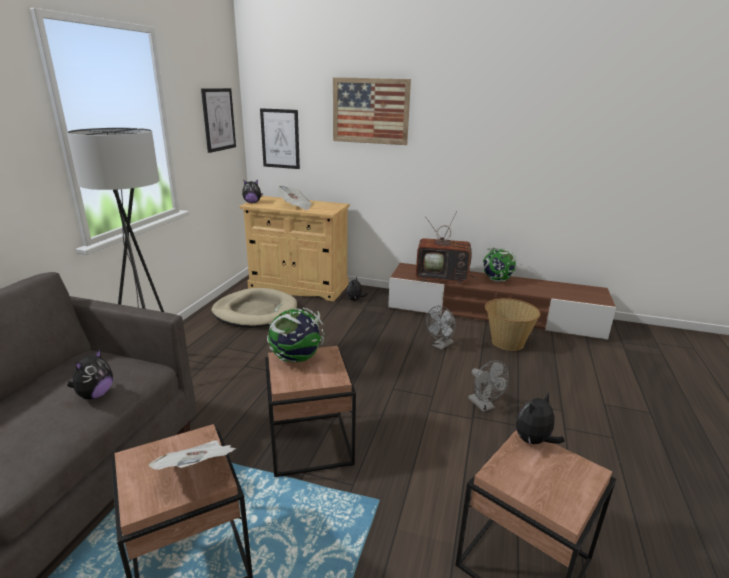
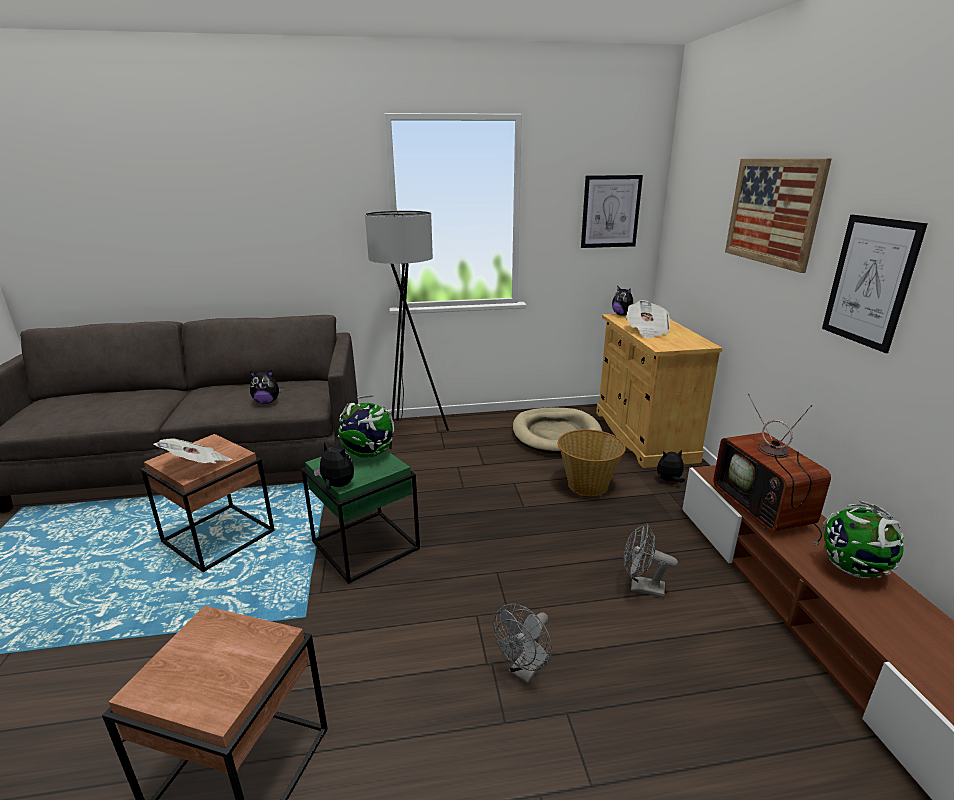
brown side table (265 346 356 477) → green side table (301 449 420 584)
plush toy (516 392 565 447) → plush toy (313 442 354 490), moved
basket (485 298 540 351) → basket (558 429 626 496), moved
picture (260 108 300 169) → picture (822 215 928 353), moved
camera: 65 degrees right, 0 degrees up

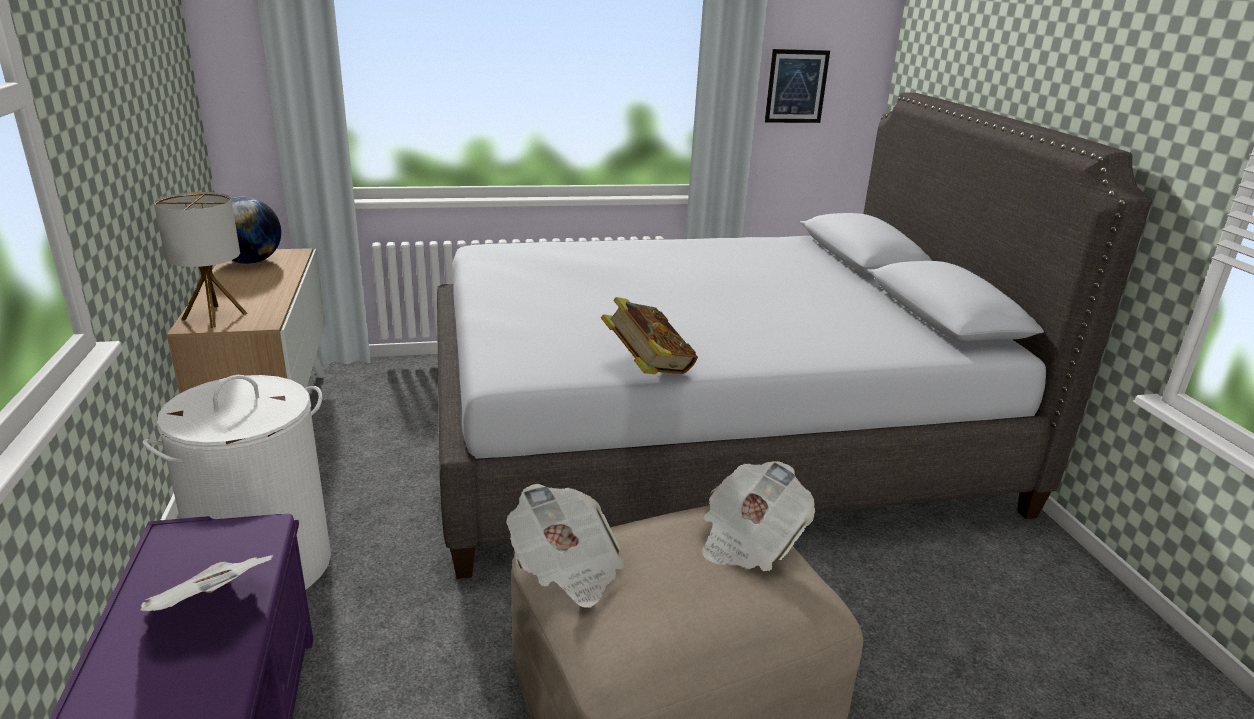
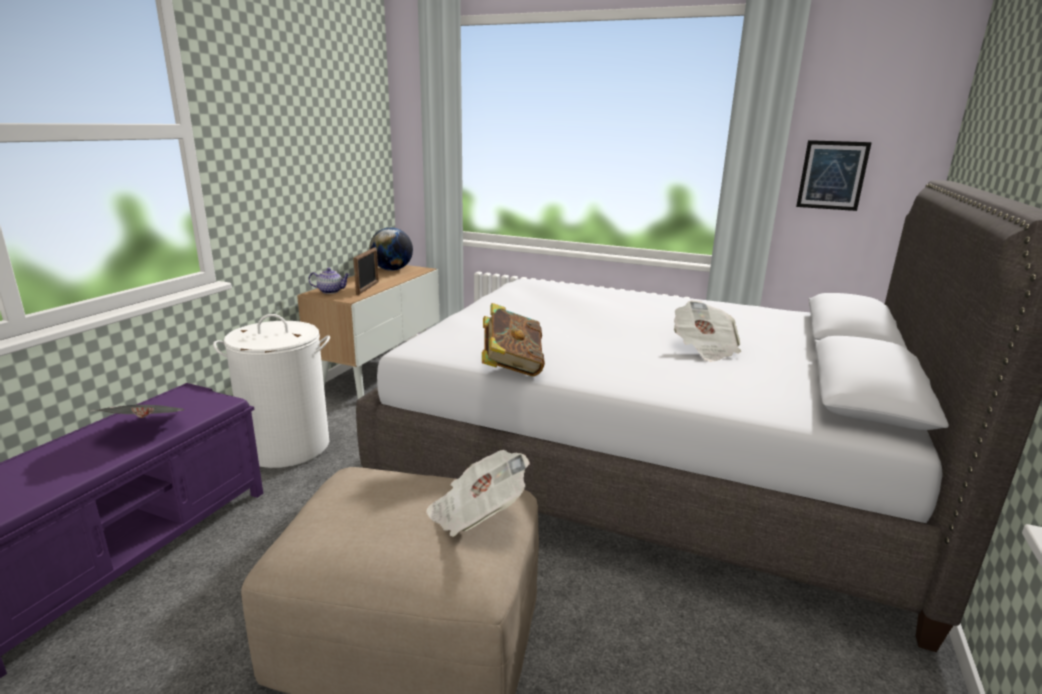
table lamp (154 192 248 328) → teapot (308 268 350 294)
- → picture frame (353 248 379 295)
newspaper (506 484 626 608) → newspaper (674 300 741 362), moved
camera: 35 degrees right, 5 degrees down

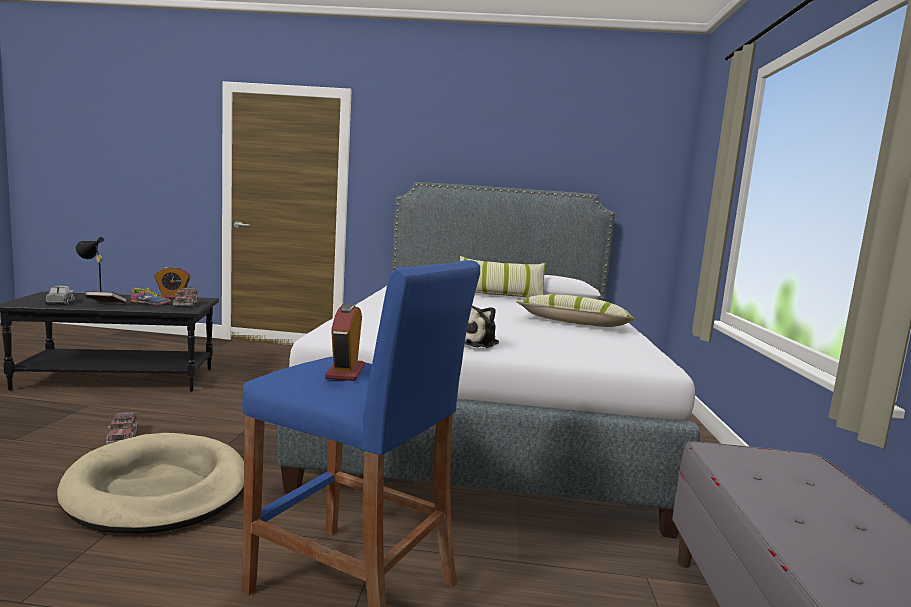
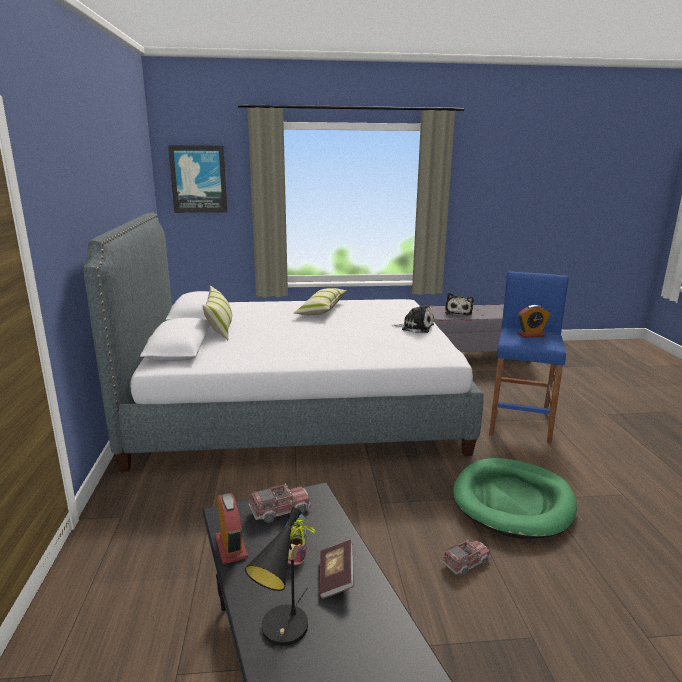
- → picture (168 145 228 213)
- → plush toy (445 293 474 316)
beige dog bed (57 433 244 534) → green dog bed (453 458 577 539)
toy truck (46 286 75 304) → -
camera: 100 degrees left, 10 degrees up

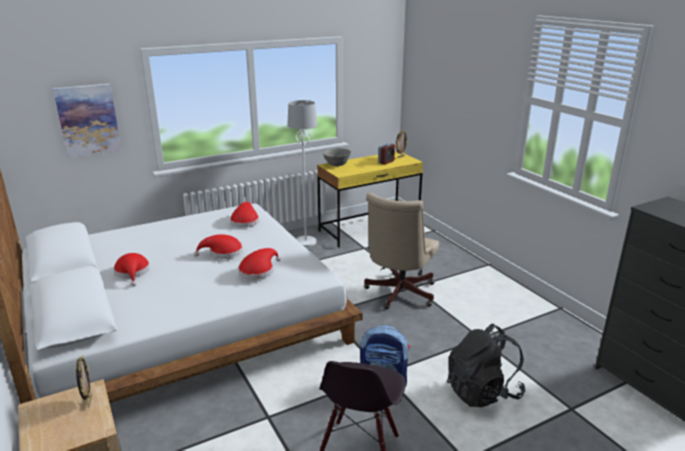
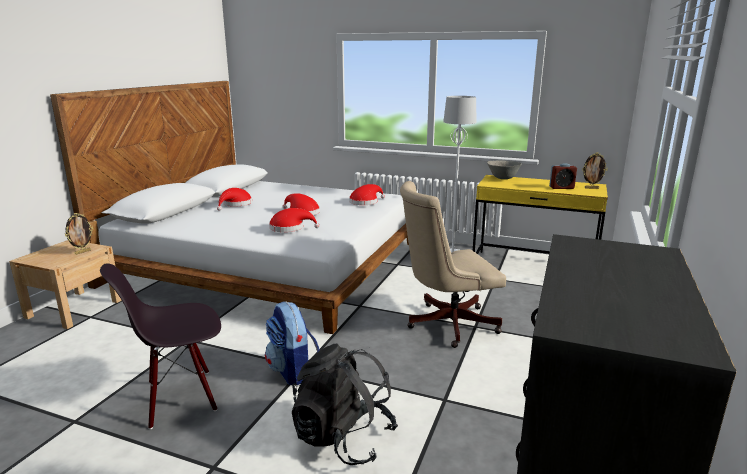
picture (53 84 122 158) → -
camera: 50 degrees right, 5 degrees down

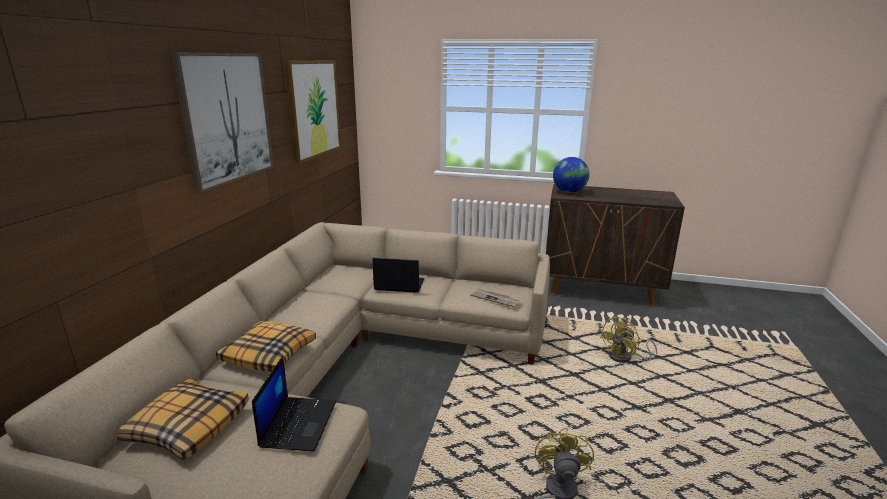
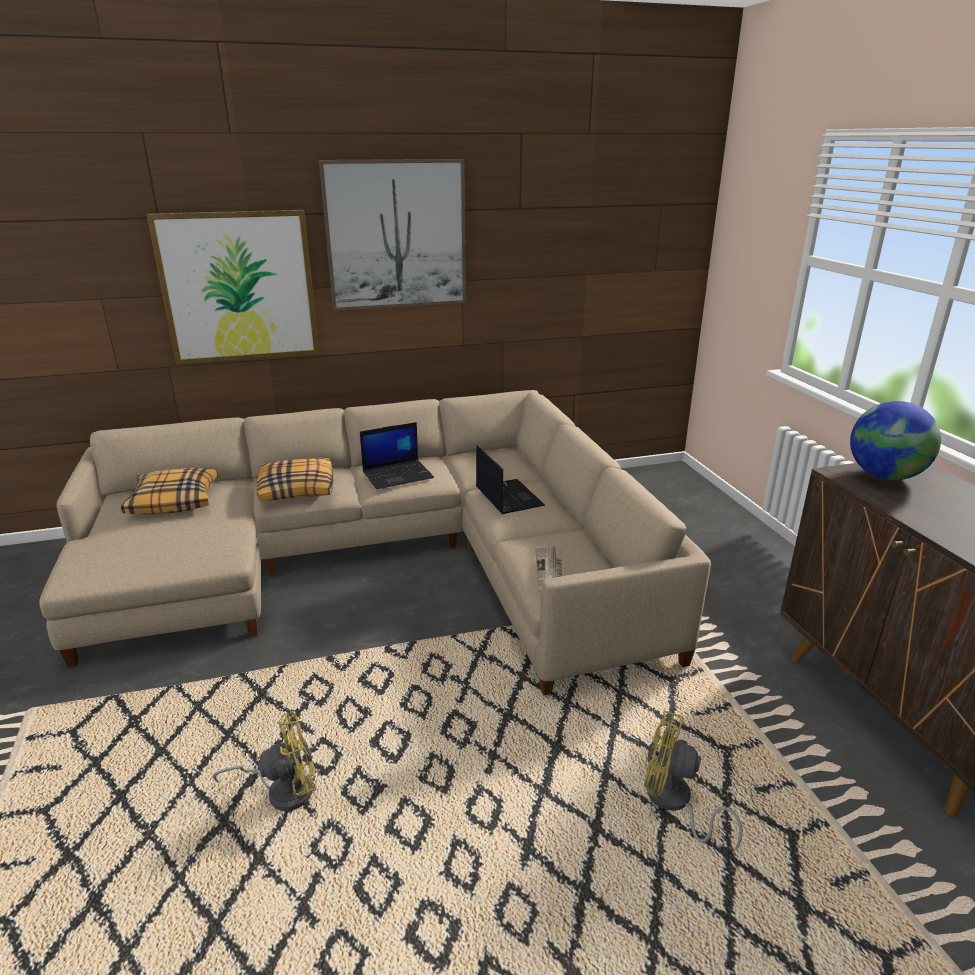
picture (285 60 341 164) → picture (147 210 319 364), moved
laptop (252 356 336 451) → laptop (360 422 434 489), moved
camera: 60 degrees right, 5 degrees up

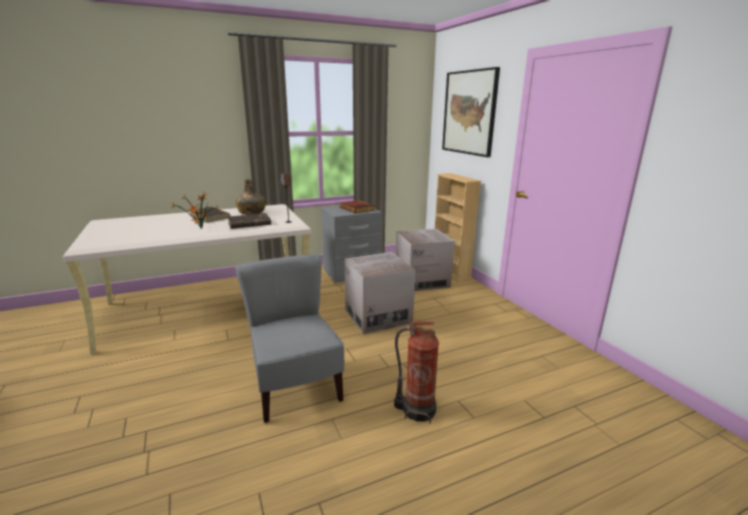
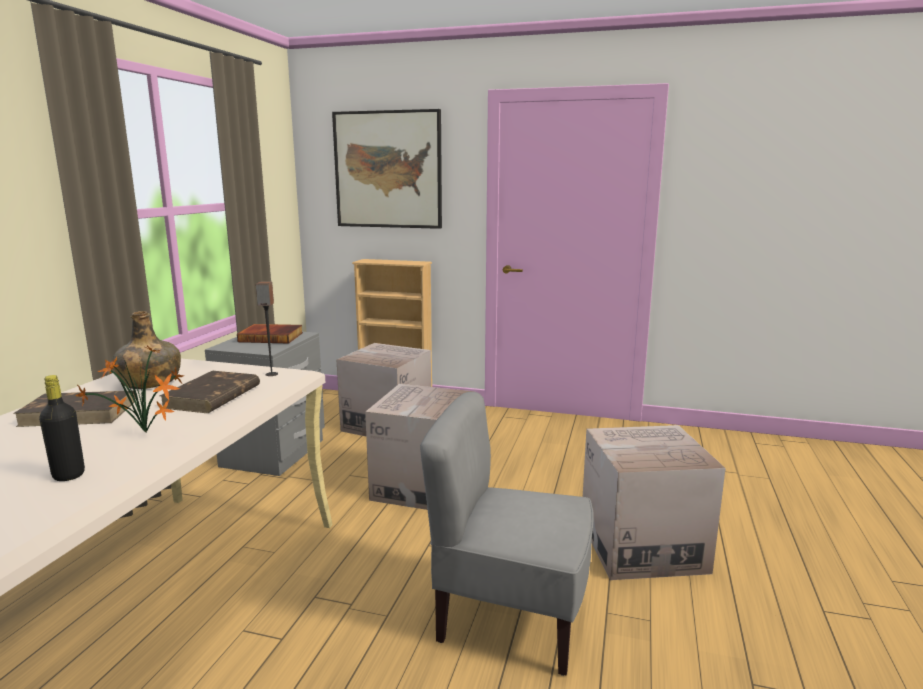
- → black bottle (39 375 85 481)
fire extinguisher (394 321 439 423) → cardboard box (583 425 726 580)
camera: 50 degrees left, 5 degrees down

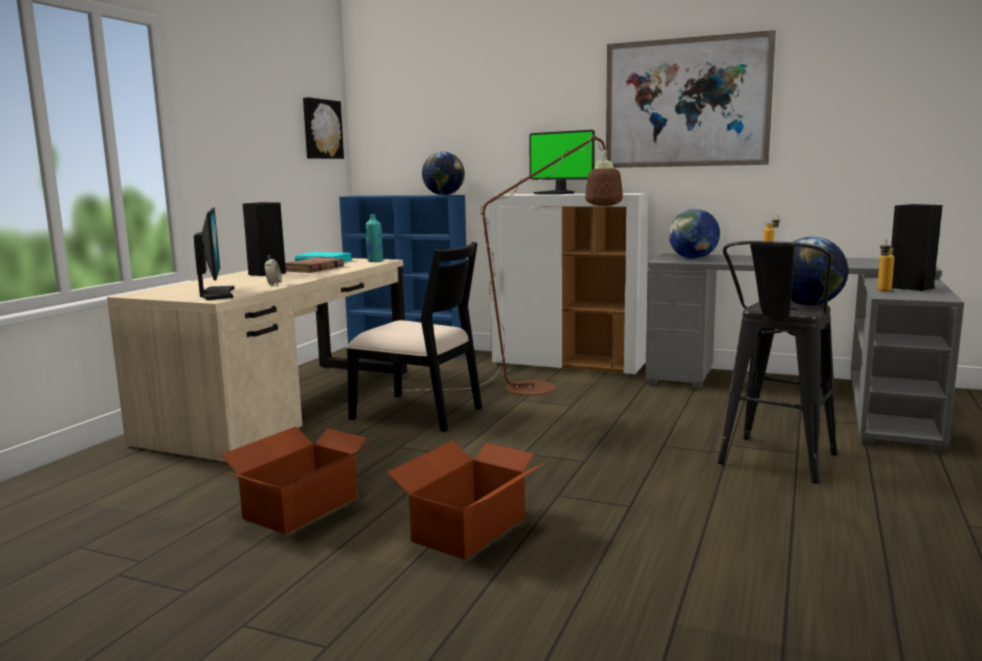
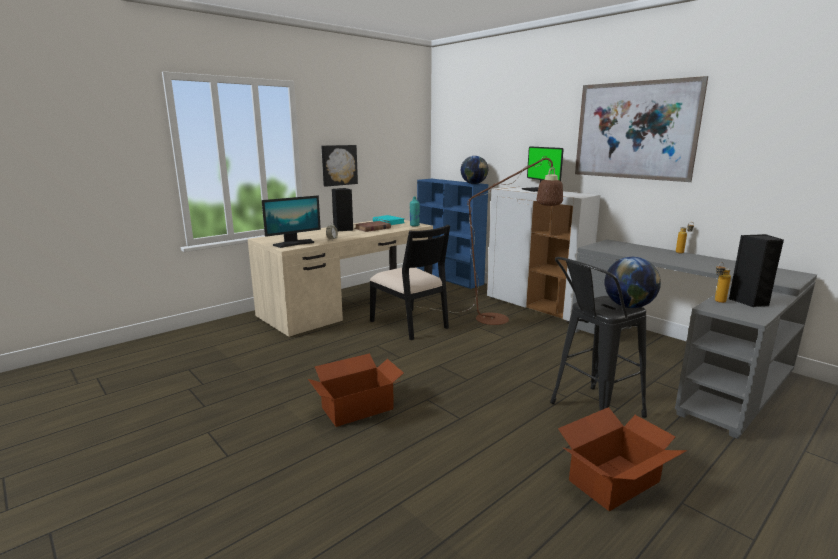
monitor (194 207 234 300) → monitor (262 195 321 248), 45 degrees clockwise
picture (303 97 344 159) → picture (321 145 358 187), moved
cardboard box (220 426 373 534) → cardboard box (558 407 687 511), moved
globe (669 209 720 259) → -
camera: 25 degrees right, 5 degrees up

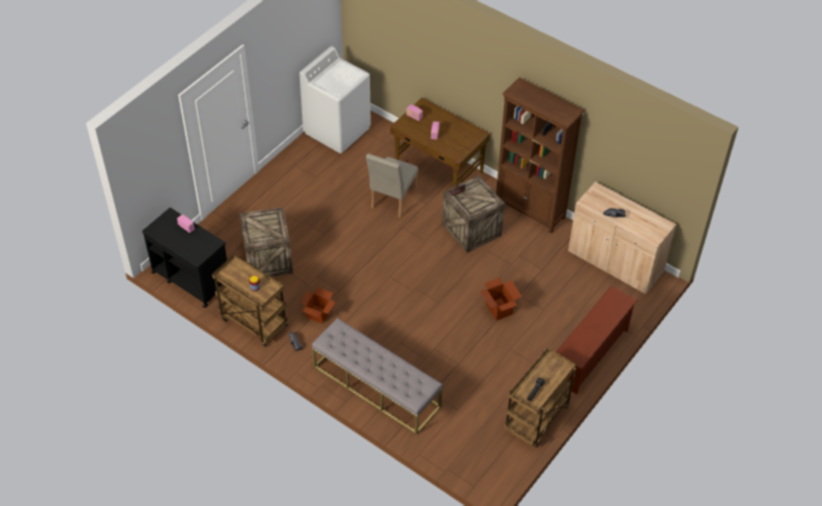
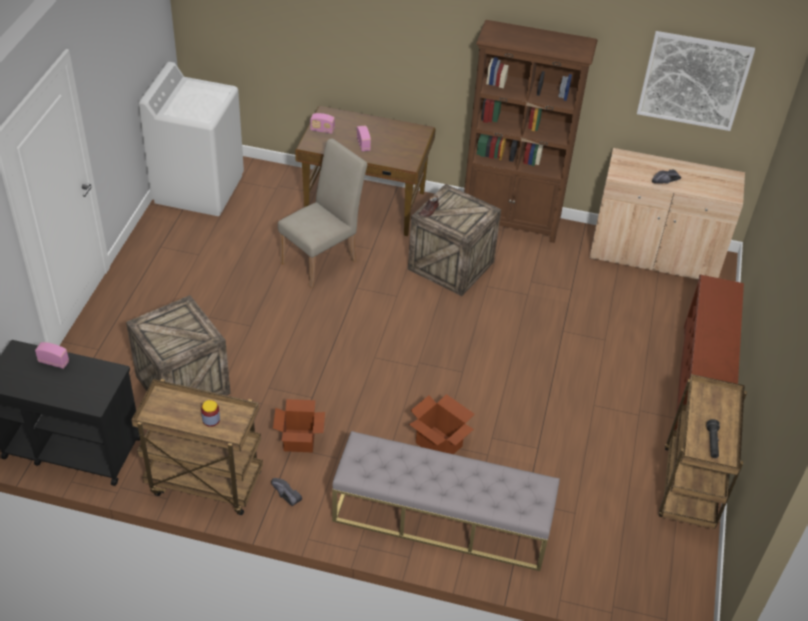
beige chair (366 153 418 218) → beige chair (278 139 368 288), 135 degrees counterclockwise
cardboard box (480 278 522 321) → cardboard box (409 394 474 454), moved
- → picture (637 31 755 131)
camera: 25 degrees left, 5 degrees down

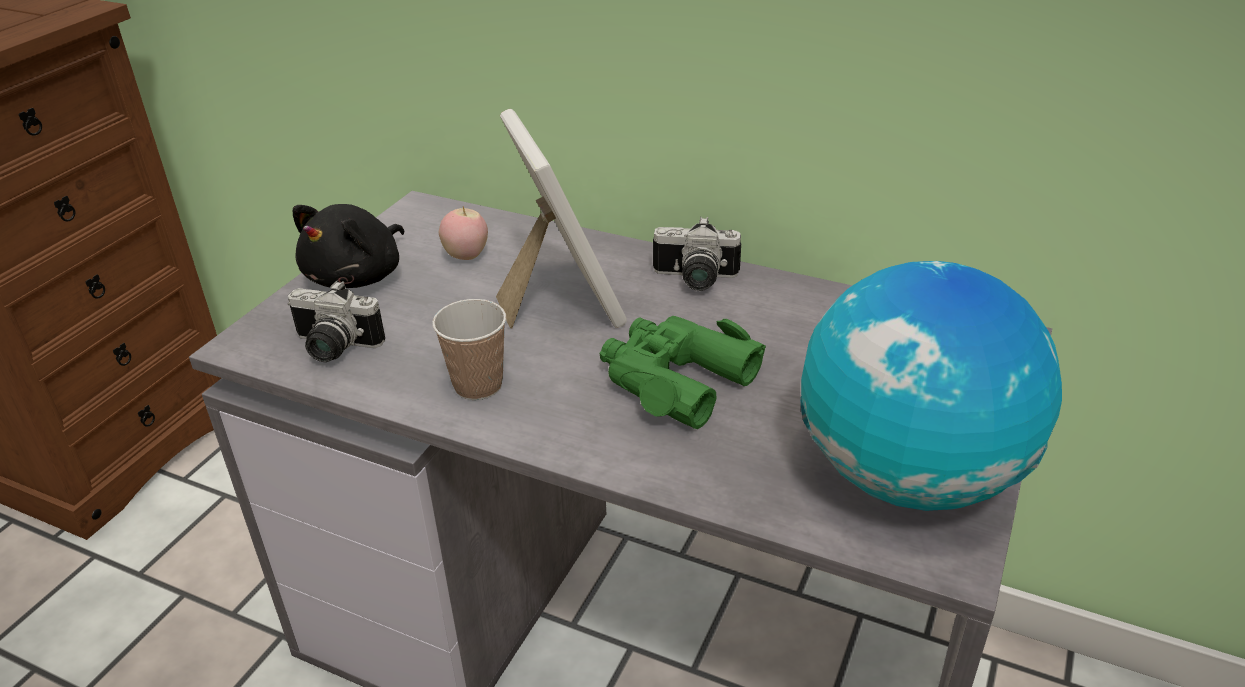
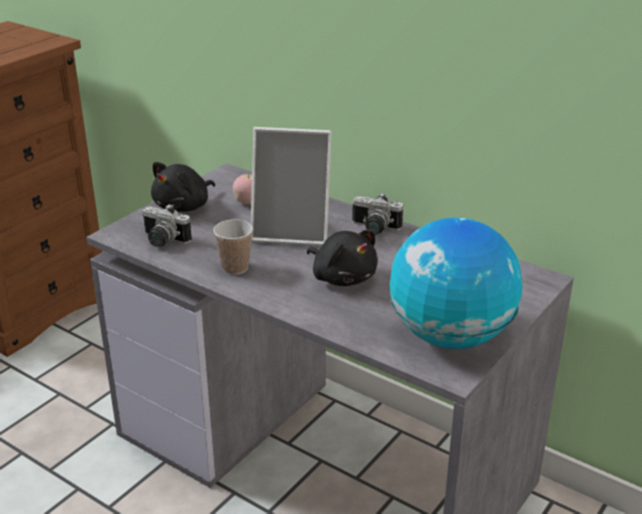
picture frame (496 109 627 328) → picture frame (251 127 332 246), 105 degrees clockwise
green binoculars (599 316 766 429) → black plush toy (307 230 378 286)
camera: 10 degrees right, 5 degrees down

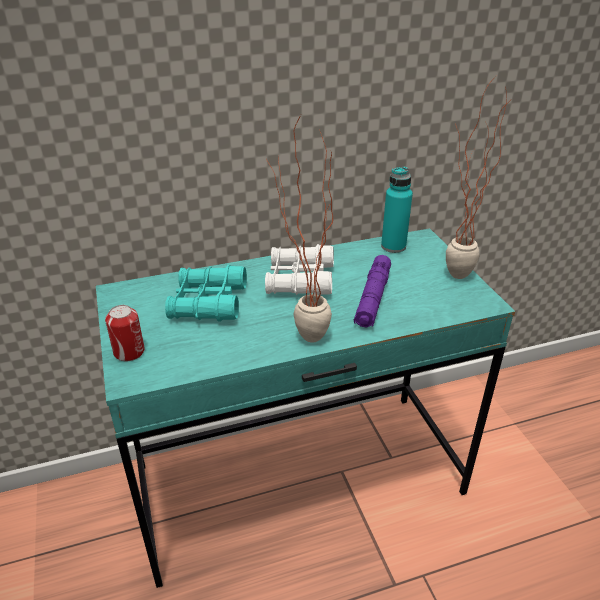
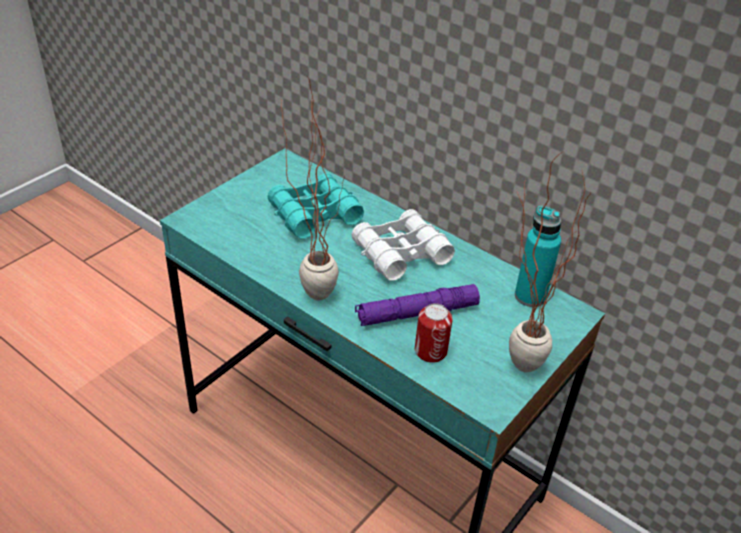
can (105 305 145 361) → can (415 303 453 363), moved
camera: 55 degrees right, 5 degrees up

